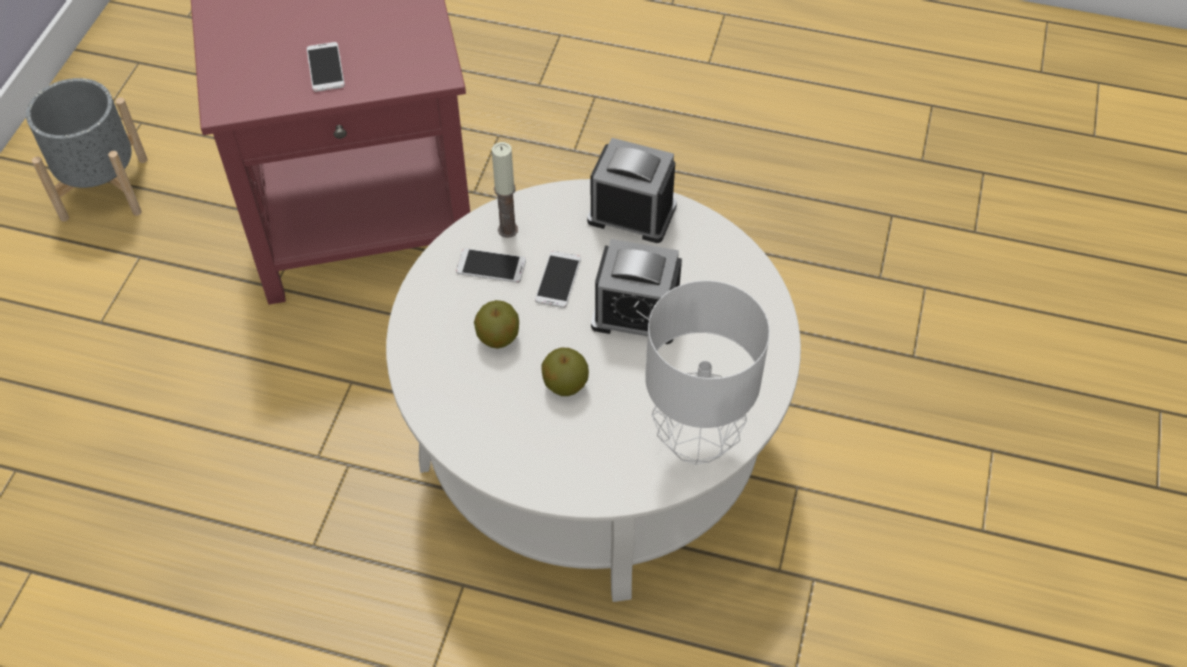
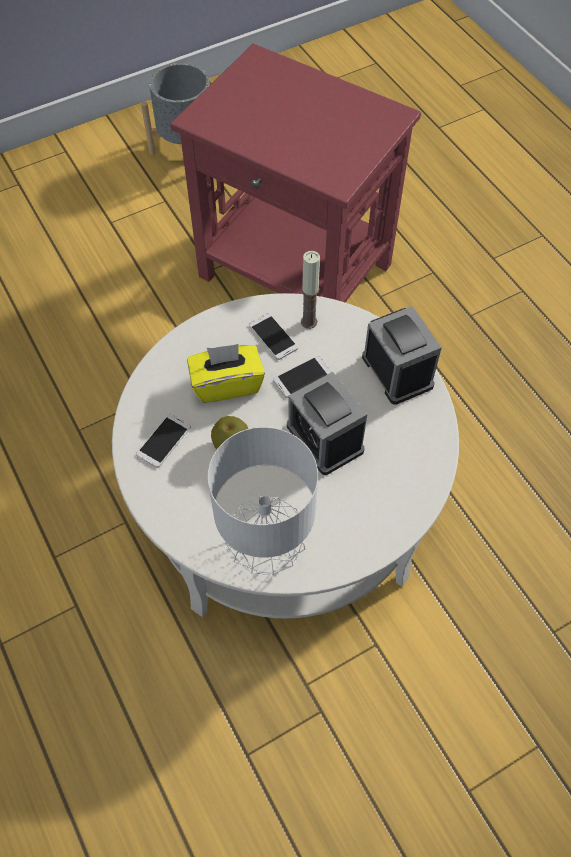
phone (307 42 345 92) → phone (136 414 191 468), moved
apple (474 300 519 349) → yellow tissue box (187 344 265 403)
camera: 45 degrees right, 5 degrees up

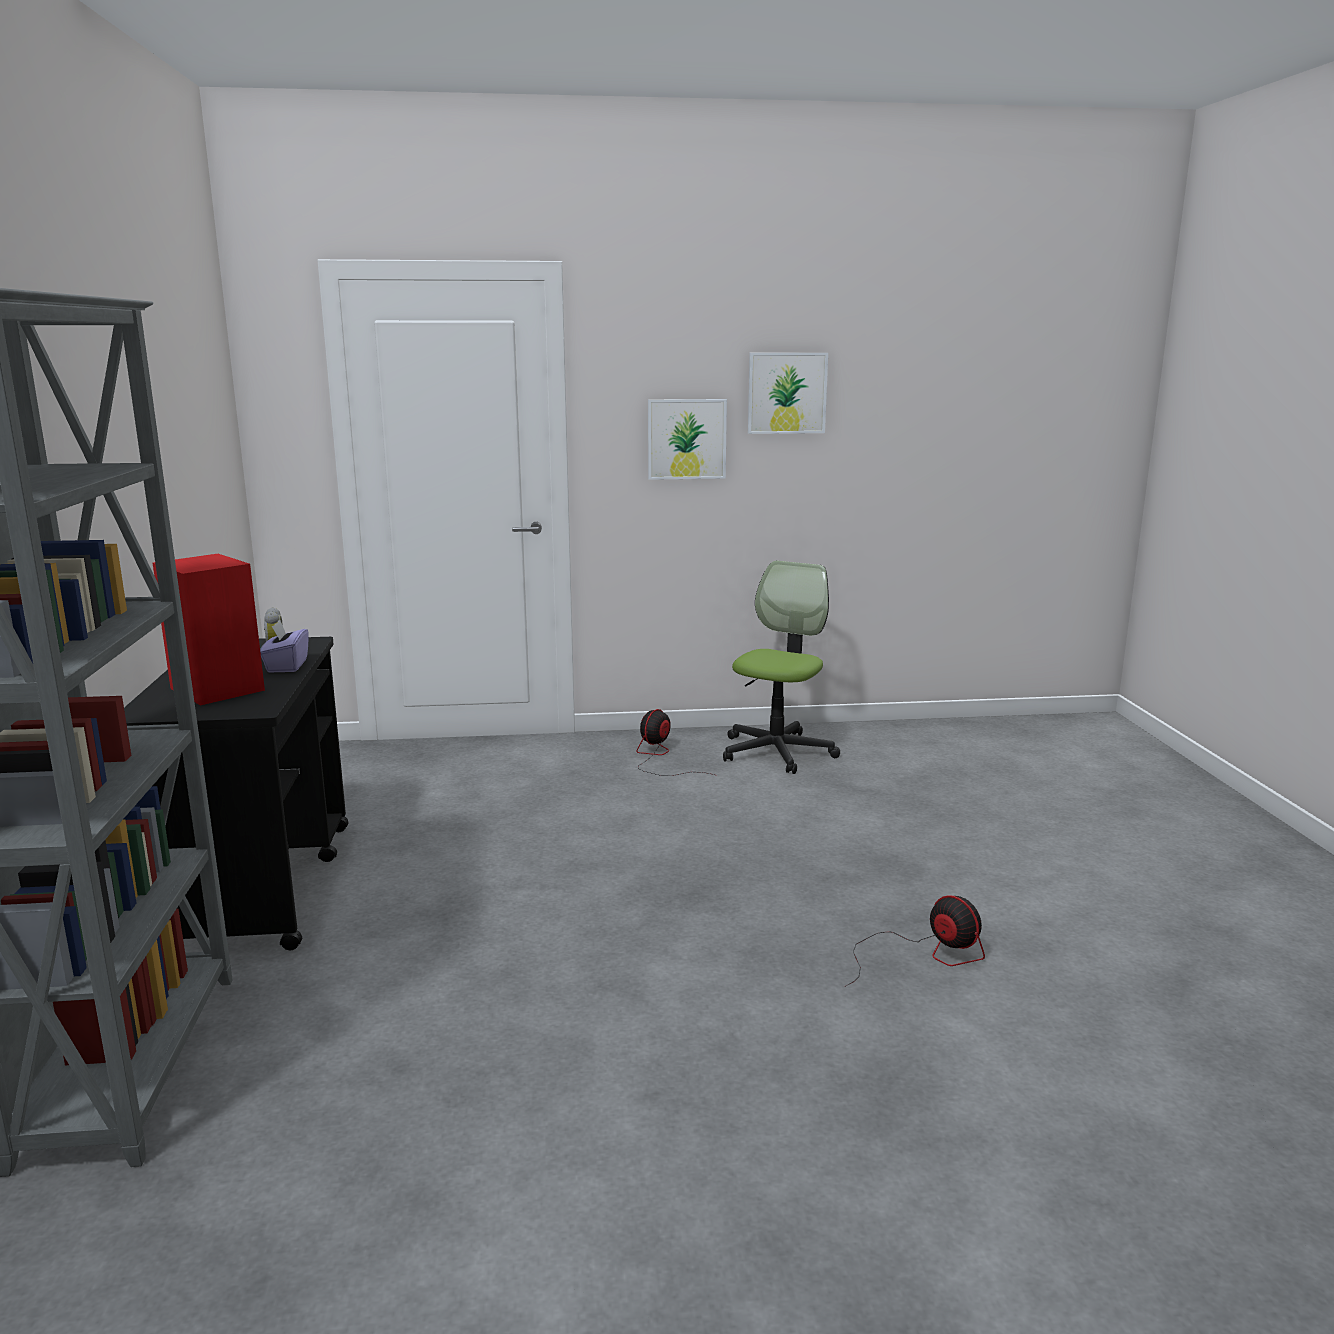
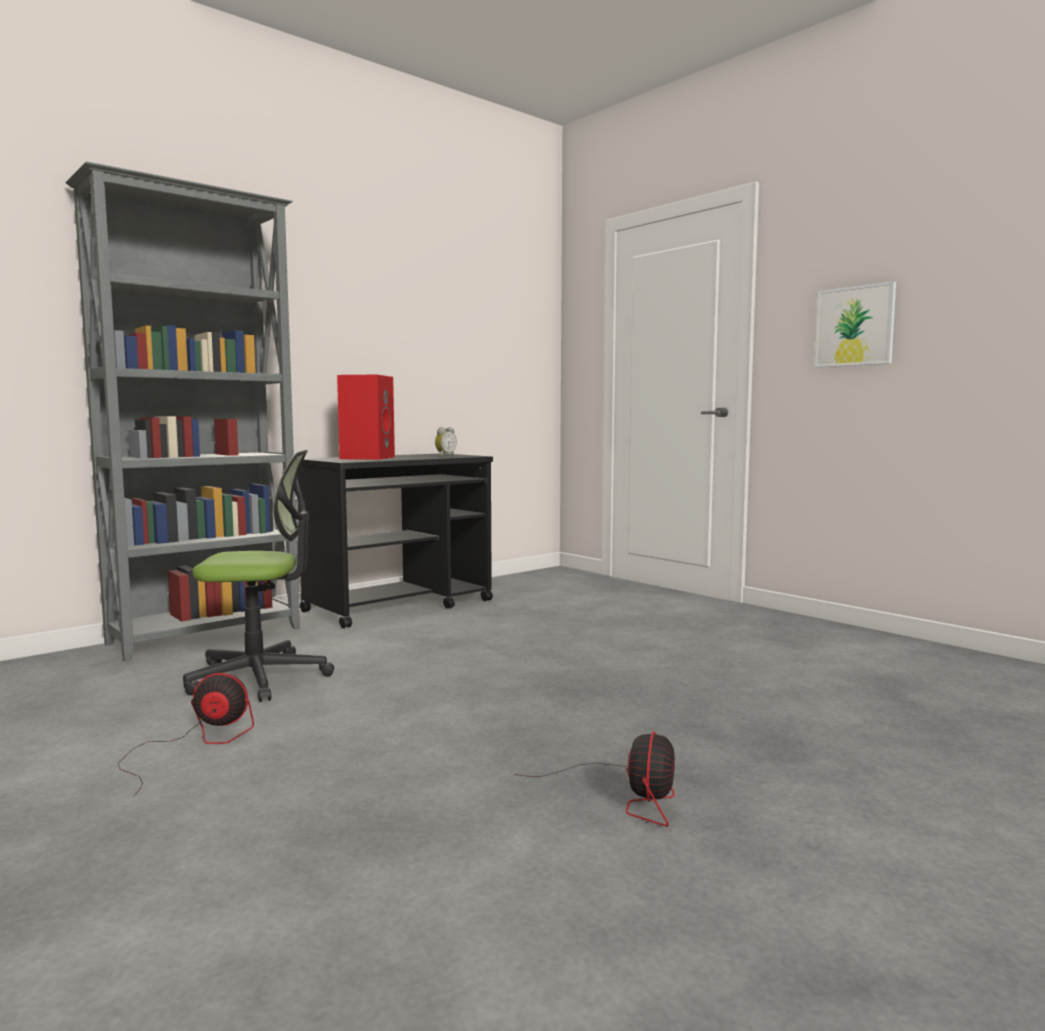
fan (637 709 715 776) → fan (118 673 254 796), moved
office chair (723 560 840 774) → office chair (183 450 334 702), moved
purple tissue box (260 620 309 673) → -
picture (748 353 828 434) → -
camera: 55 degrees right, 10 degrees down

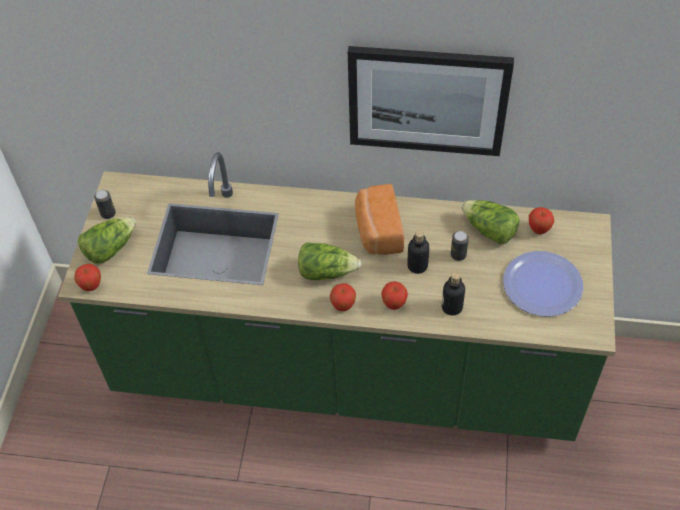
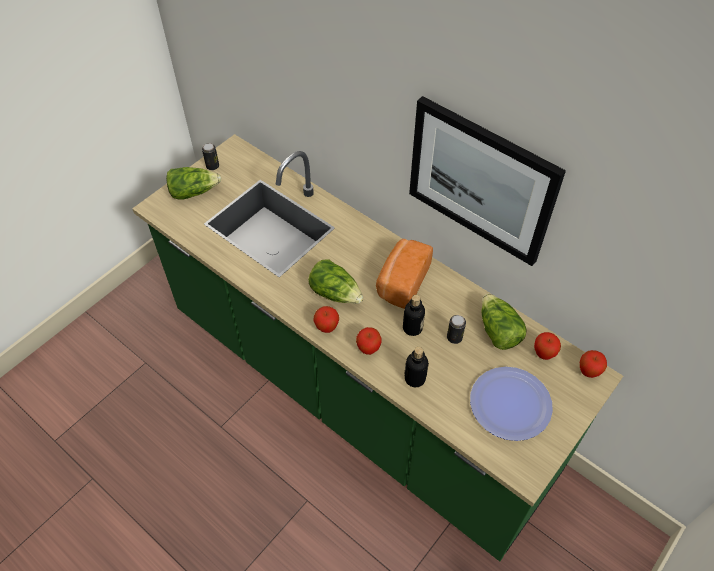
apple (74 264 101 291) → apple (580 350 607 378), moved
camera: 30 degrees right, 0 degrees up

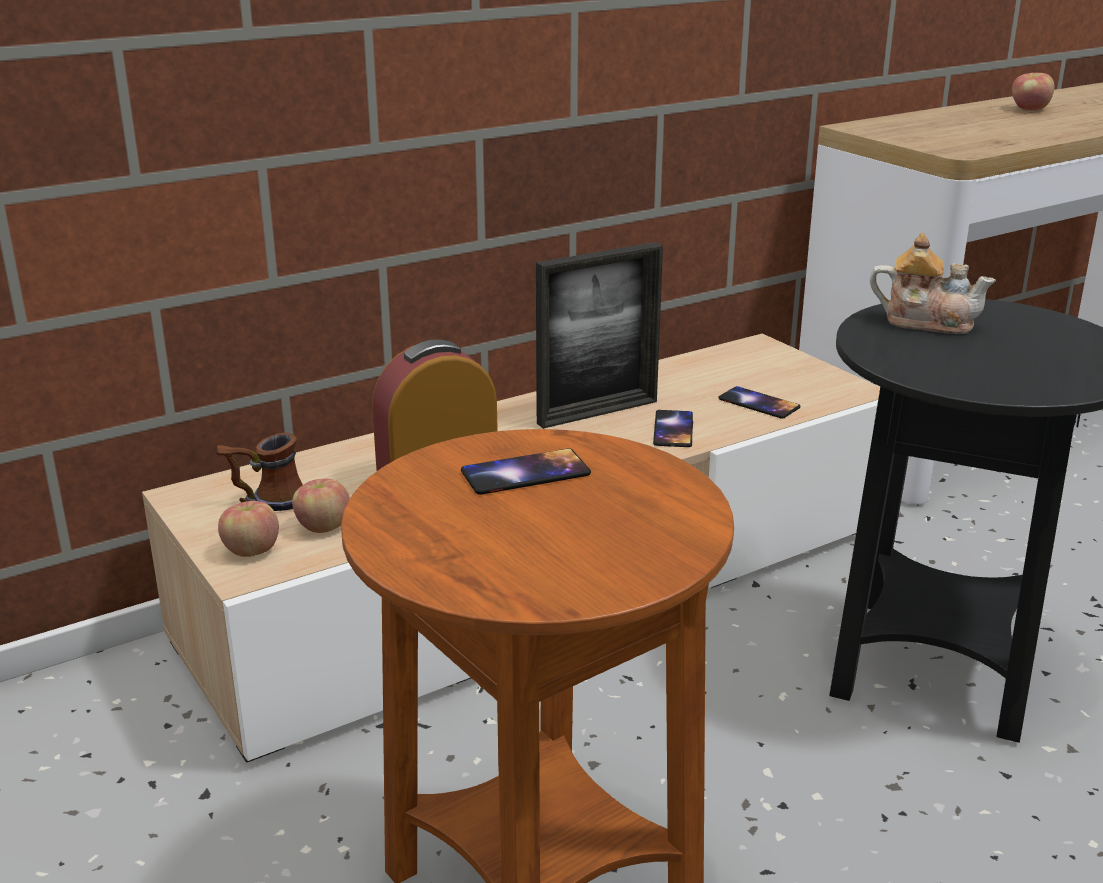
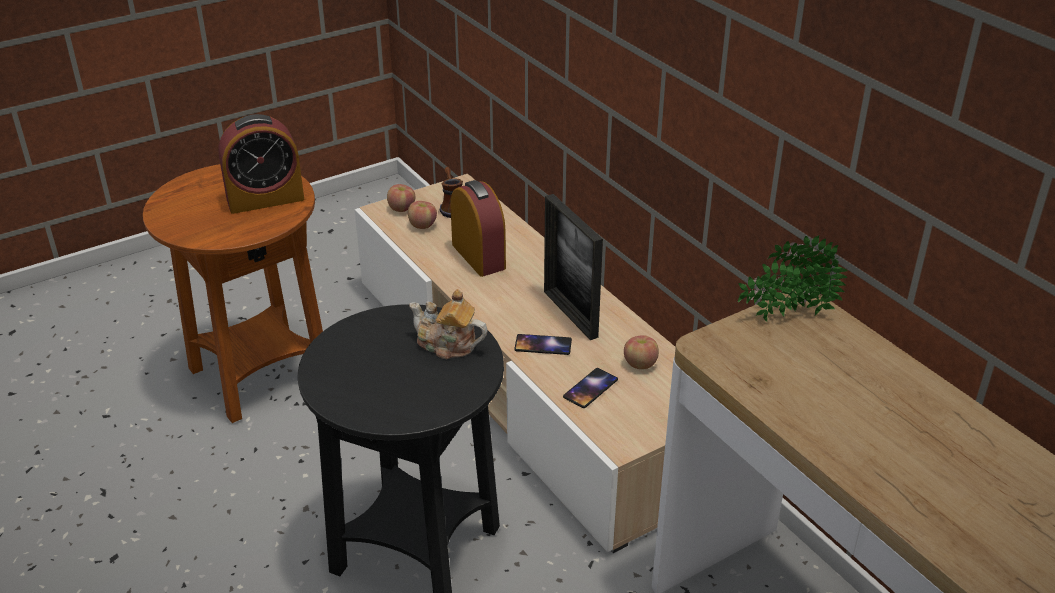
phone (461 448 591 495) → alarm clock (218 114 304 214)
teapot (870 233 996 334) → teapot (409 289 488 359), 90 degrees clockwise
apple (1012 73 1055 111) → apple (624 335 659 369), moved
- → potted plant (738 235 848 322)
camera: 90 degrees right, 10 degrees up

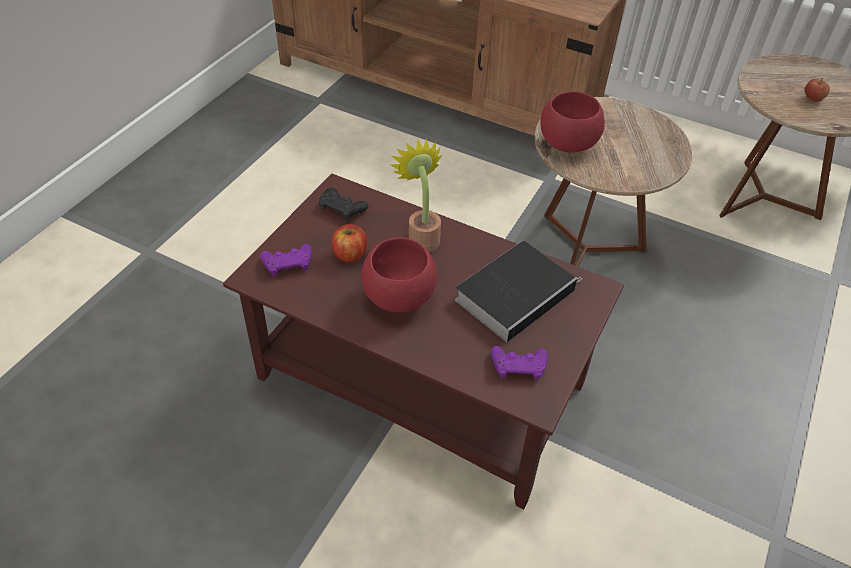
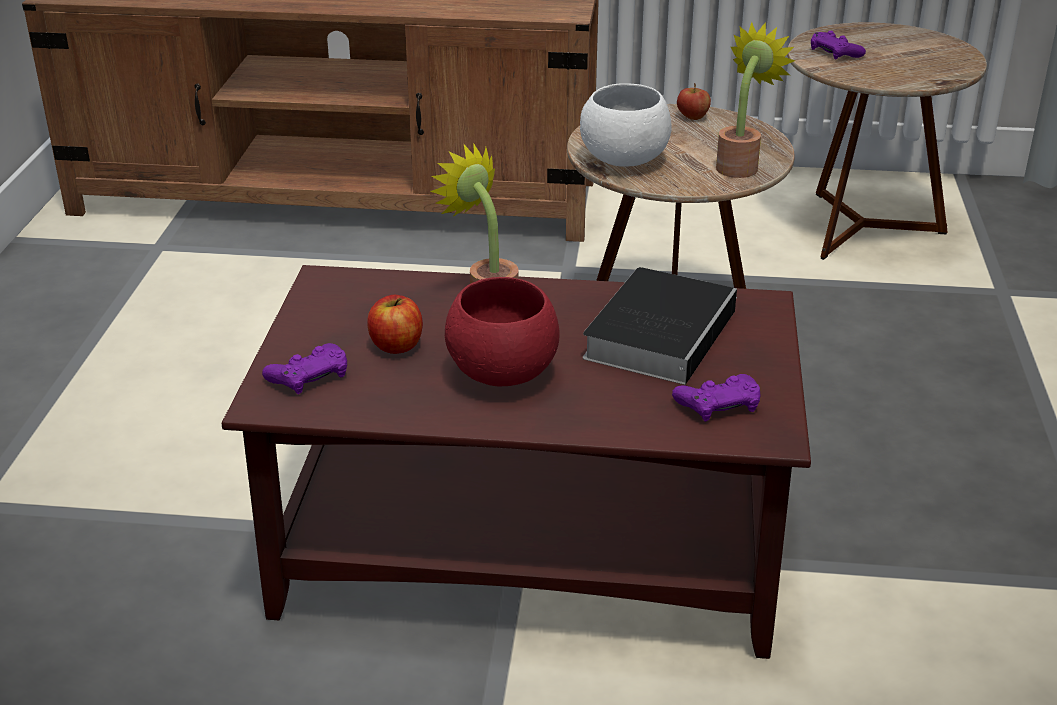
red bowl (540 91 605 153) → white bowl (580 83 672 167)
apple (804 78 830 102) → apple (677 83 711 120), moved
- → potted plant (716 22 795 178)
- → purple game controller (811 31 866 60)
black game controller (319 187 368 220) → -
camera: 20 degrees left, 15 degrees down

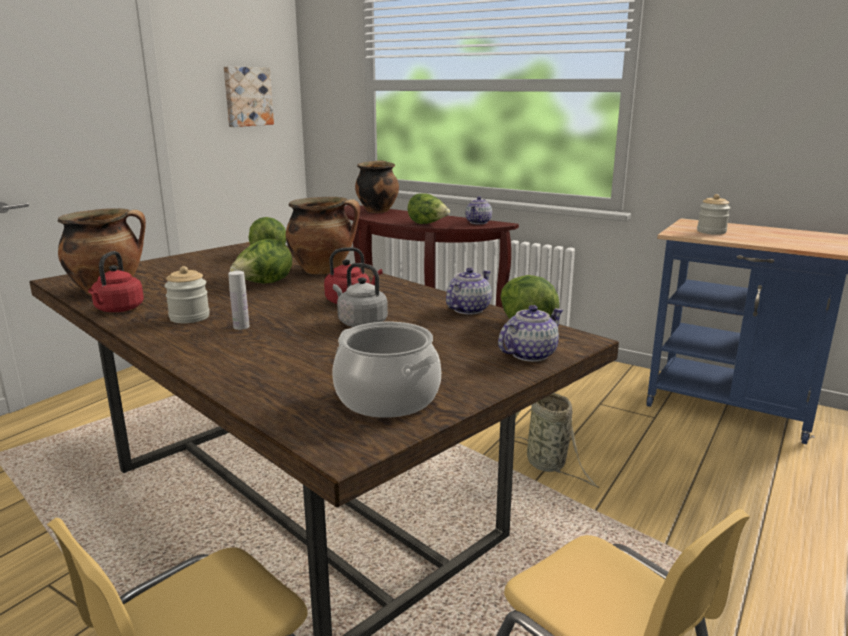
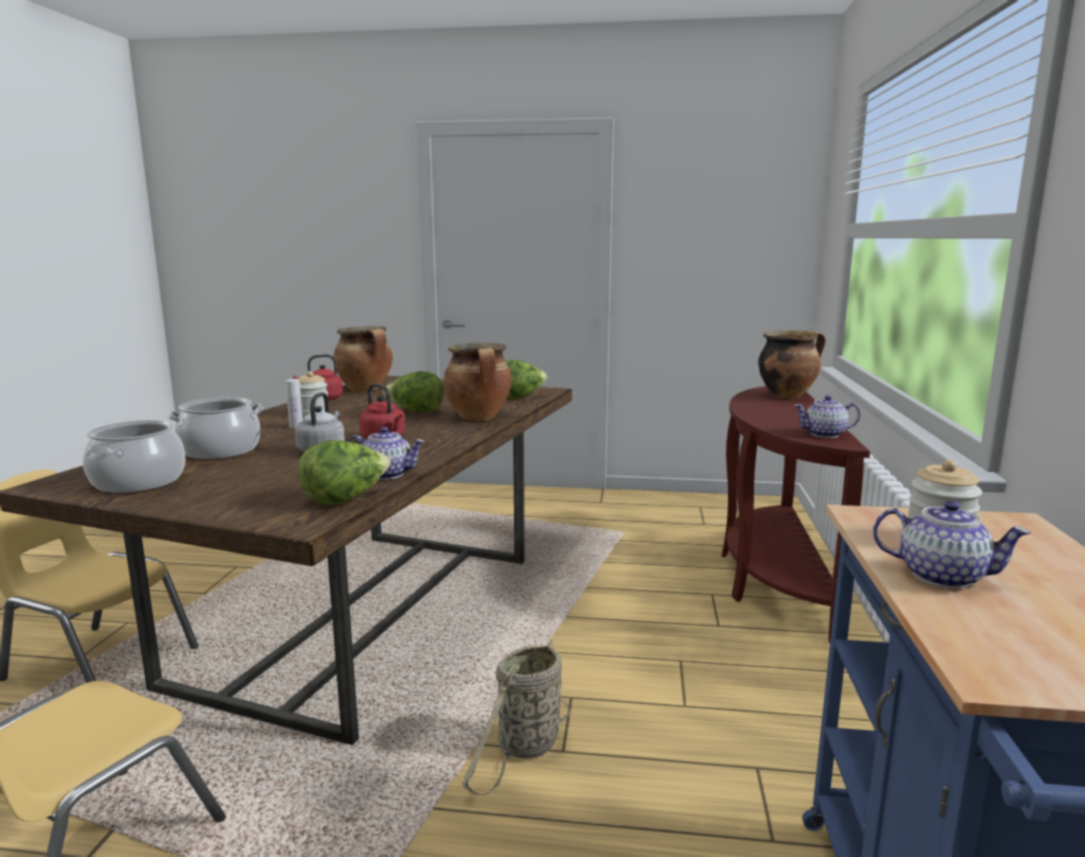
- → cooking pot (167 397 263 459)
teapot (498 305 563 362) → teapot (873 500 1031 588), moved
picture (224 67 274 127) → -
lettuce (408 194 450 224) → -
camera: 65 degrees right, 5 degrees down

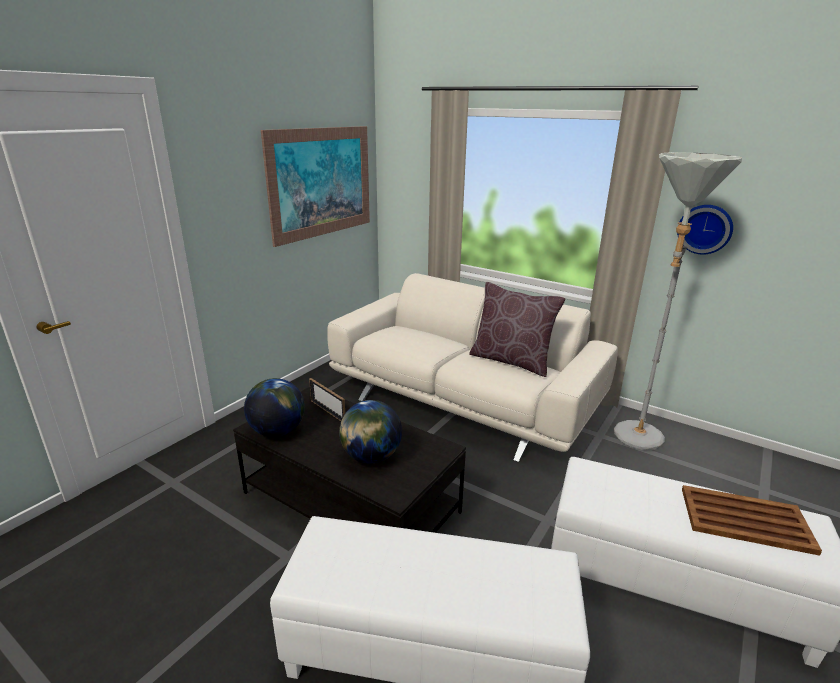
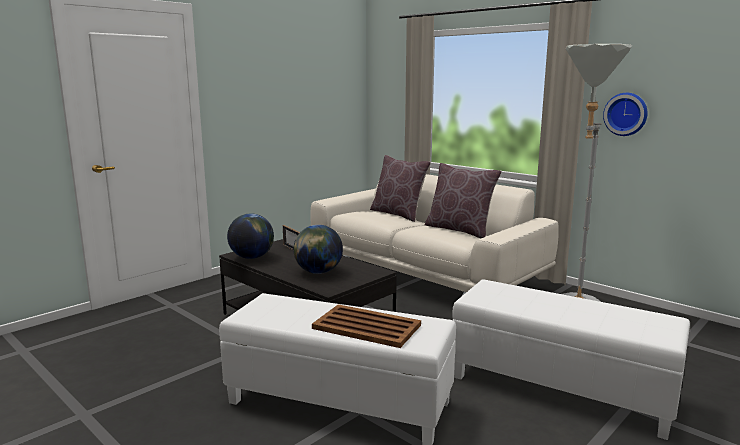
brown tray (682 485 822 556) → brown tray (312 304 421 348), moved
- → brown pillow (370 155 431 222)
picture (261 126 370 247) → -
camera: 10 degrees right, 10 degrees down

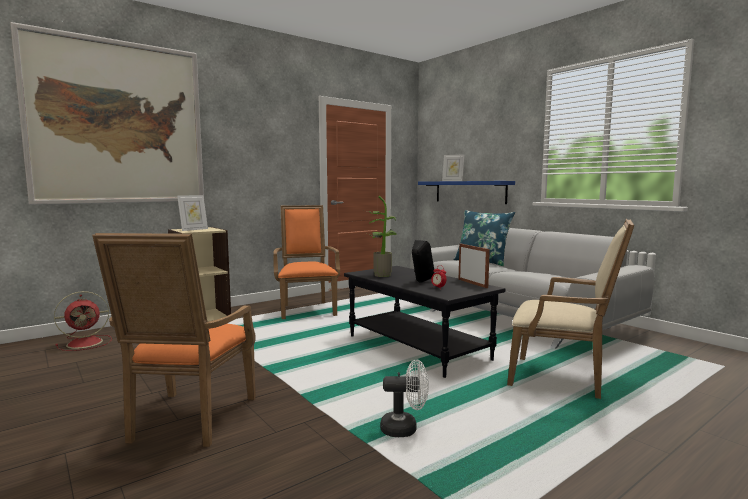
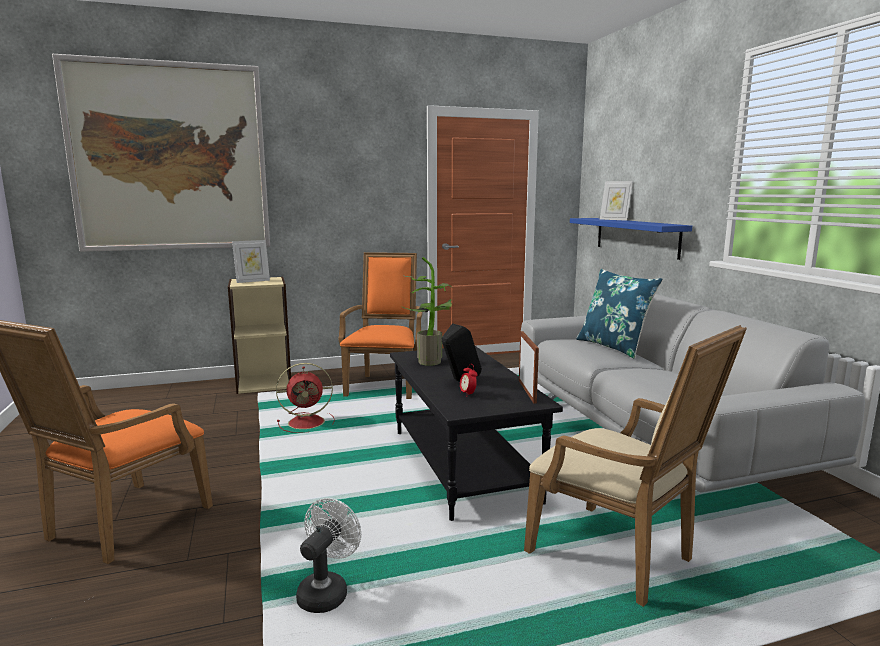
red fan (54 291 112 351) → red fan (276 363 335 433), moved
white fan (380 360 429 437) → white fan (296 498 361 613), 90 degrees counterclockwise
camera: 20 degrees right, 5 degrees up

